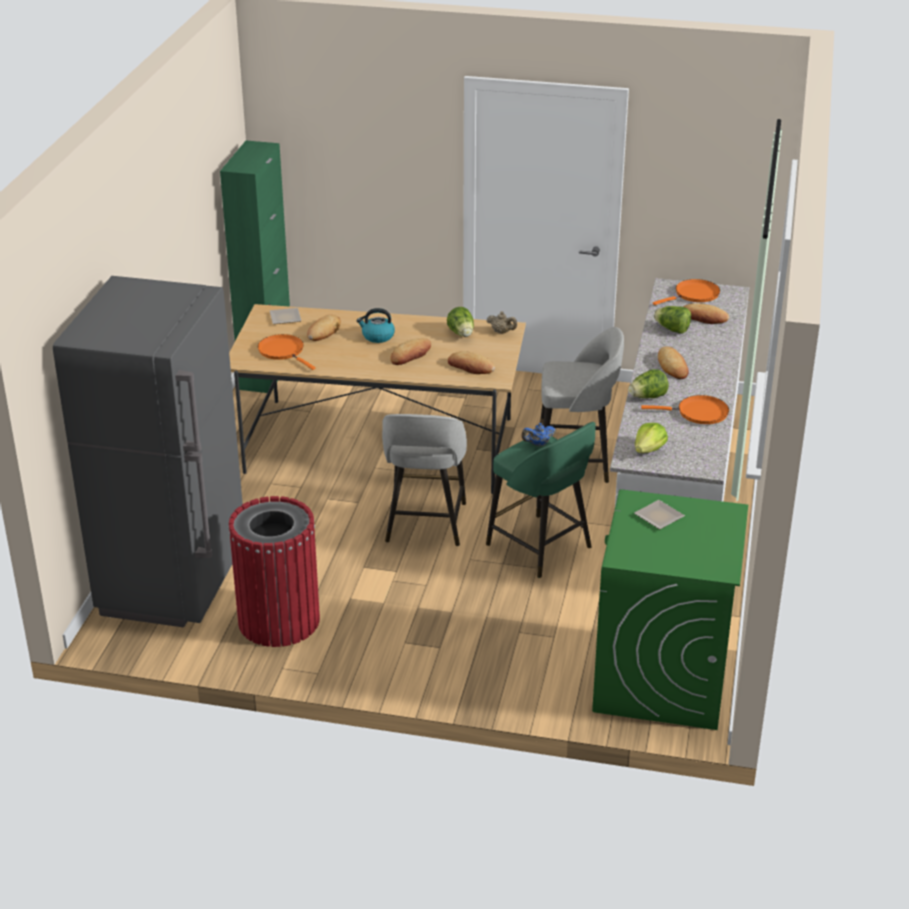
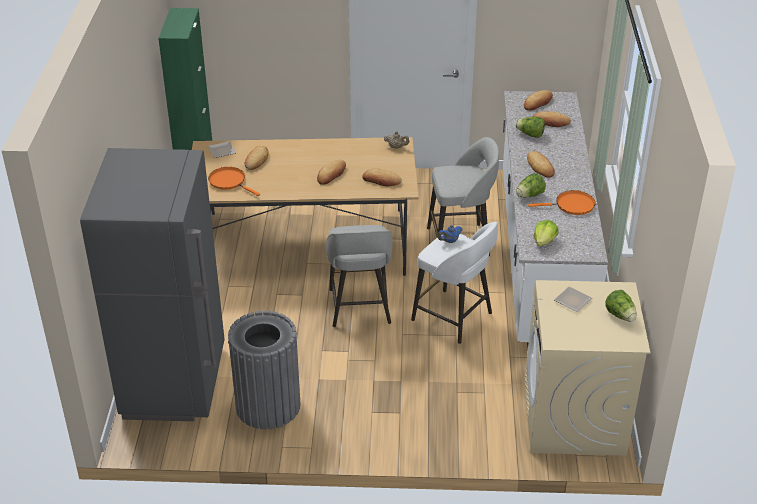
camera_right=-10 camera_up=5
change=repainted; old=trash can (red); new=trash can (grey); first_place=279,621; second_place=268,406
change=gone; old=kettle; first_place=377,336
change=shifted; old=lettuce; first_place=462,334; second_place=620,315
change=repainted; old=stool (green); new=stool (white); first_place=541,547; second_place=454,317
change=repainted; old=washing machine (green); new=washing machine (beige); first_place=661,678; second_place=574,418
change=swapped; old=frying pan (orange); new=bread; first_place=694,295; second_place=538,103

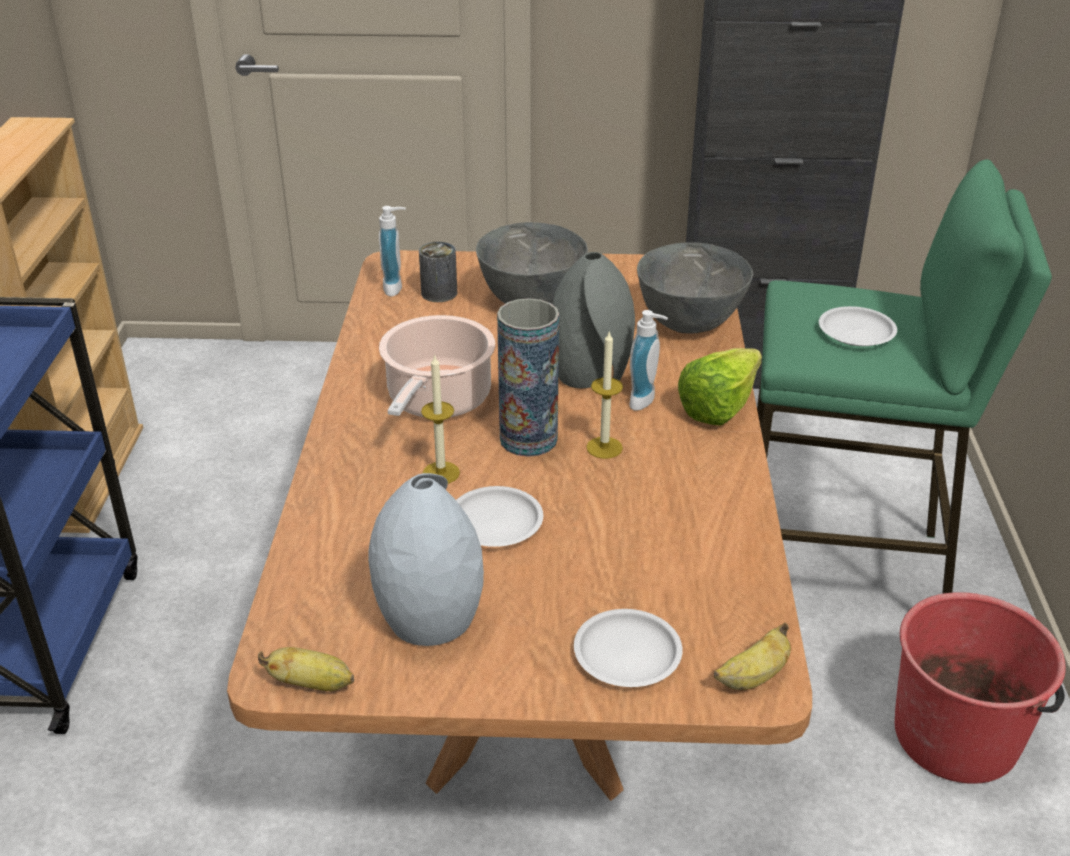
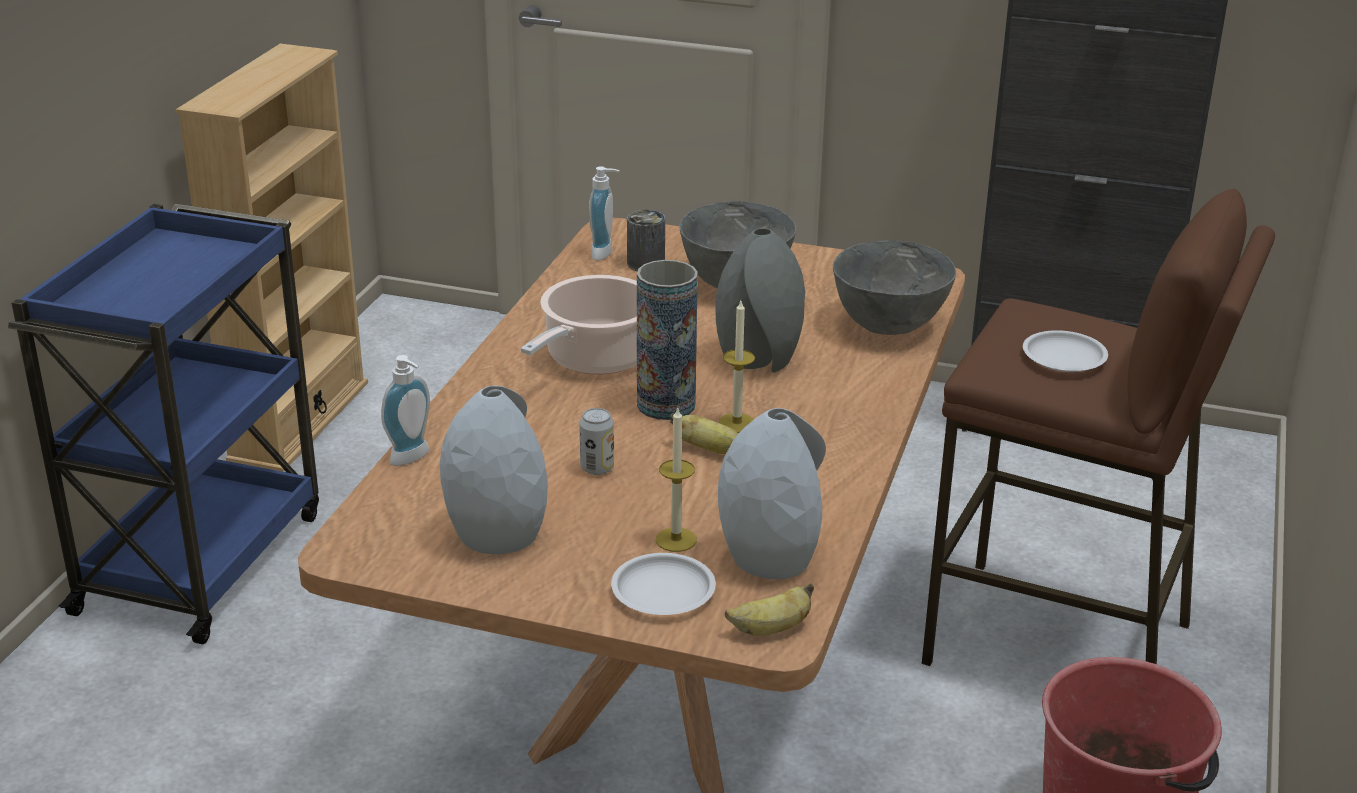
camera_right=15 camera_up=-5
change=shifted; old=banana; first_place=312,684; second_place=709,450
change=shifted; old=candle; first_place=441,473; second_place=676,539
change=swapped; old=plate (white); new=can; first_place=495,522; second_place=597,468
change=shifted; old=soap dispenser; first_place=646,401; second_place=413,458
change=gone; old=lettuce; first_place=726,405
change=repainted; old=stool (green); new=stool (brown); first_place=841,572; second_place=1059,643
change=new; new=vase (grey); second_place=770,556

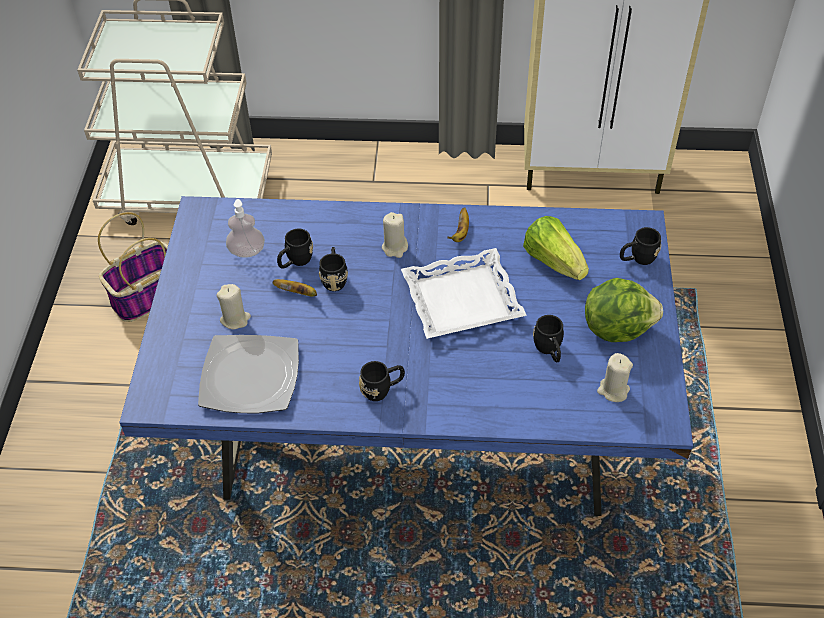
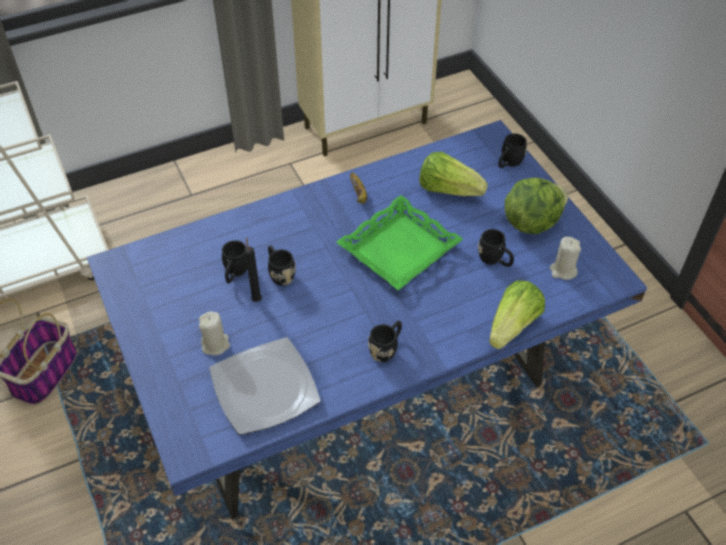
camera_right=-30 camera_up=0
change=gone; old=soap dispenser; first_place=247,251
change=swapped; old=banana; new=candle (black); first_place=298,293; second_place=256,299
change=gone; old=candle (beige); first_place=395,248
change=repainted; old=tray (white); new=tray (green); first_place=462,301; second_place=399,249
change=new; new=lettuce; second_place=513,326

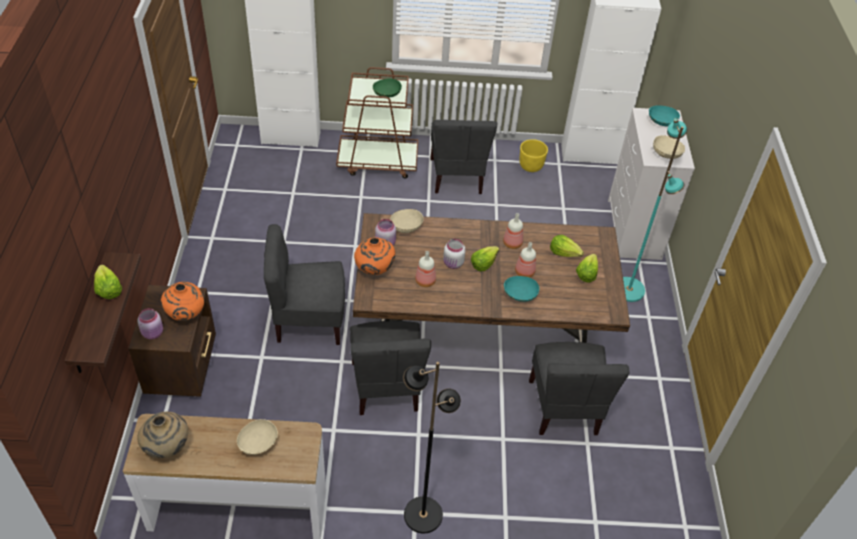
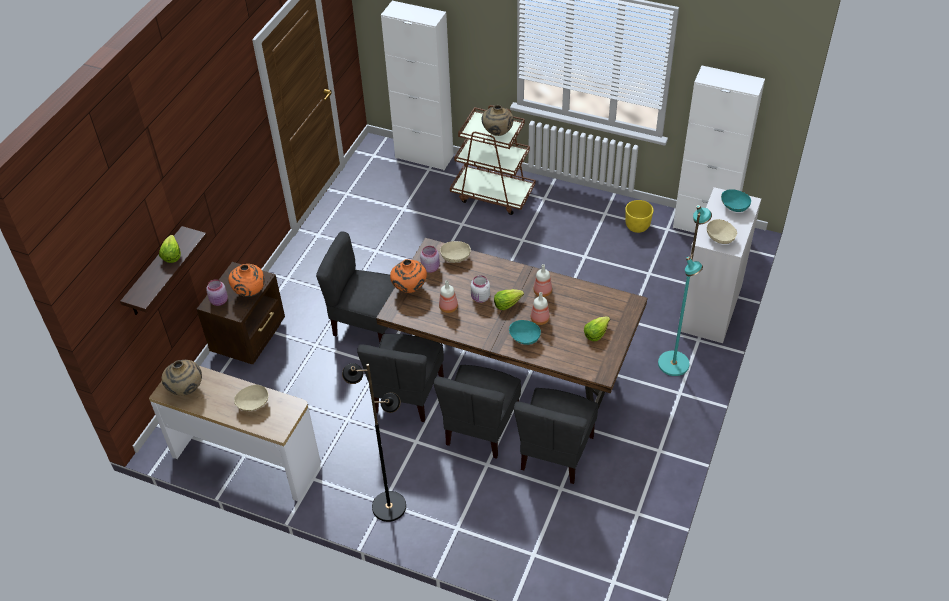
camera_right=25 camera_up=0
change=swapped; old=bowl (green); new=vase (beige); first_place=387,95; second_place=497,134
change=shifted; old=chair (grey); first_place=457,176; second_place=481,429
change=gone; old=lettuce; first_place=564,253

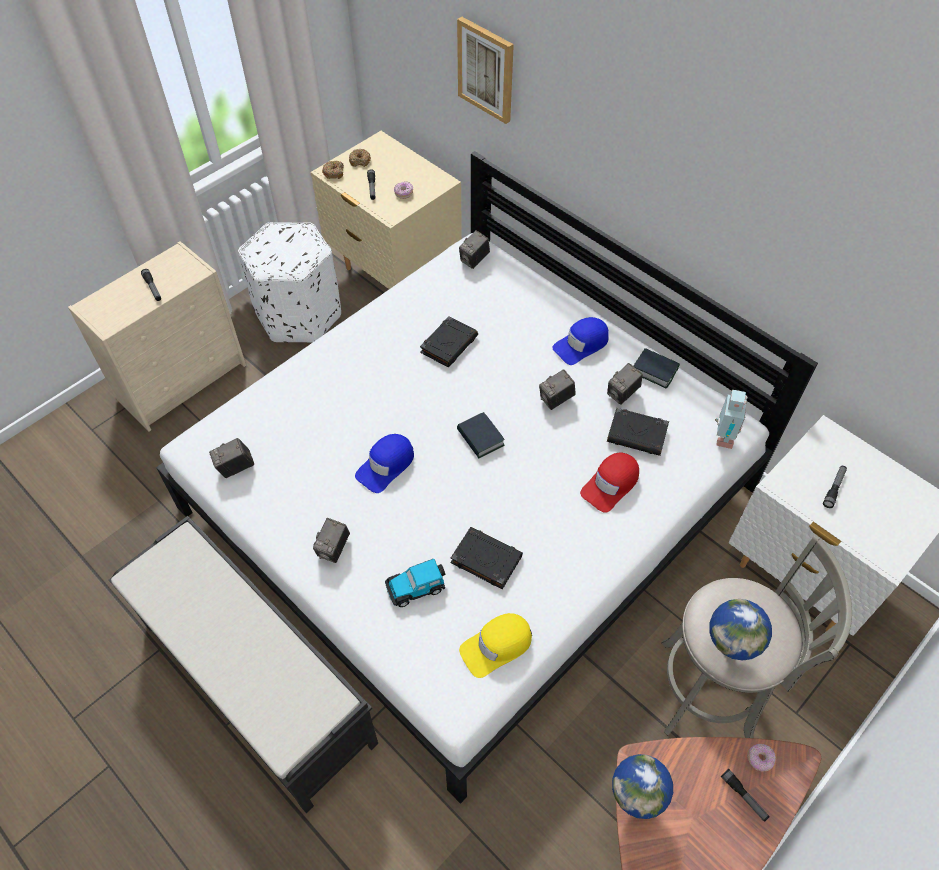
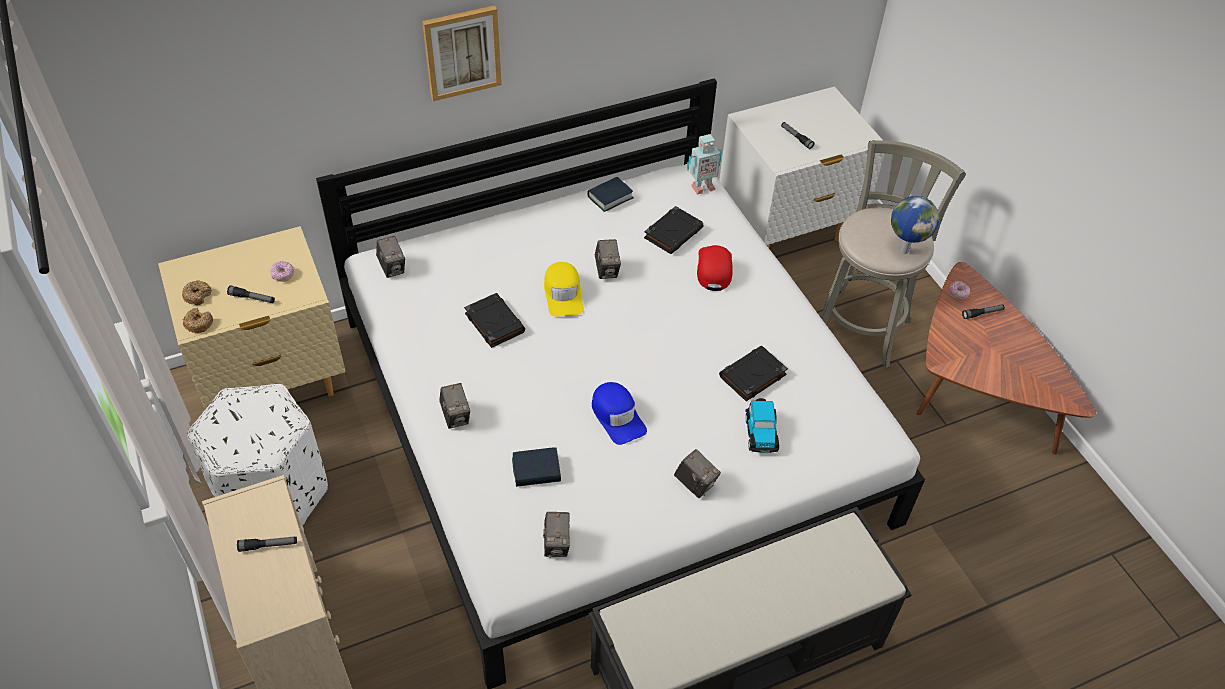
camera_right=-70 camera_up=-5
change=shifted; old=picture; first_place=486,70; second_place=462,52
change=shifted; old=book; first_place=480,438; second_place=536,471
change=shifted; old=cap (yellow); first_place=497,646; second_place=563,294
change=gone; old=cap (blue); first_place=581,344
change=rotated; old=cap (red); first_place=611,484; second_place=714,269; degrees=-150
change=shifted; old=photo camera; first_place=622,394; second_place=456,416
change=gone; old=globe; first_place=634,800
change=rotated; old=toy robot; first_place=722,438; second_place=701,187; degrees=120

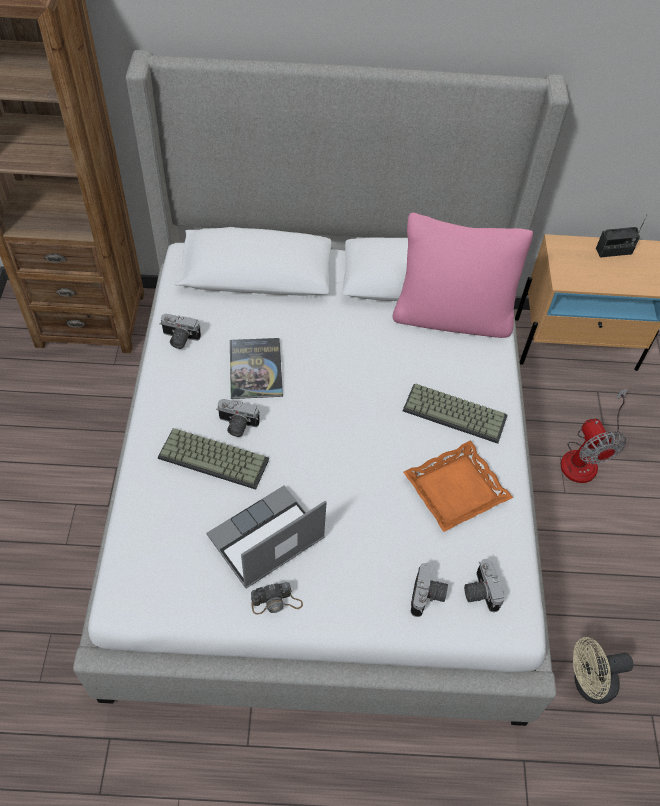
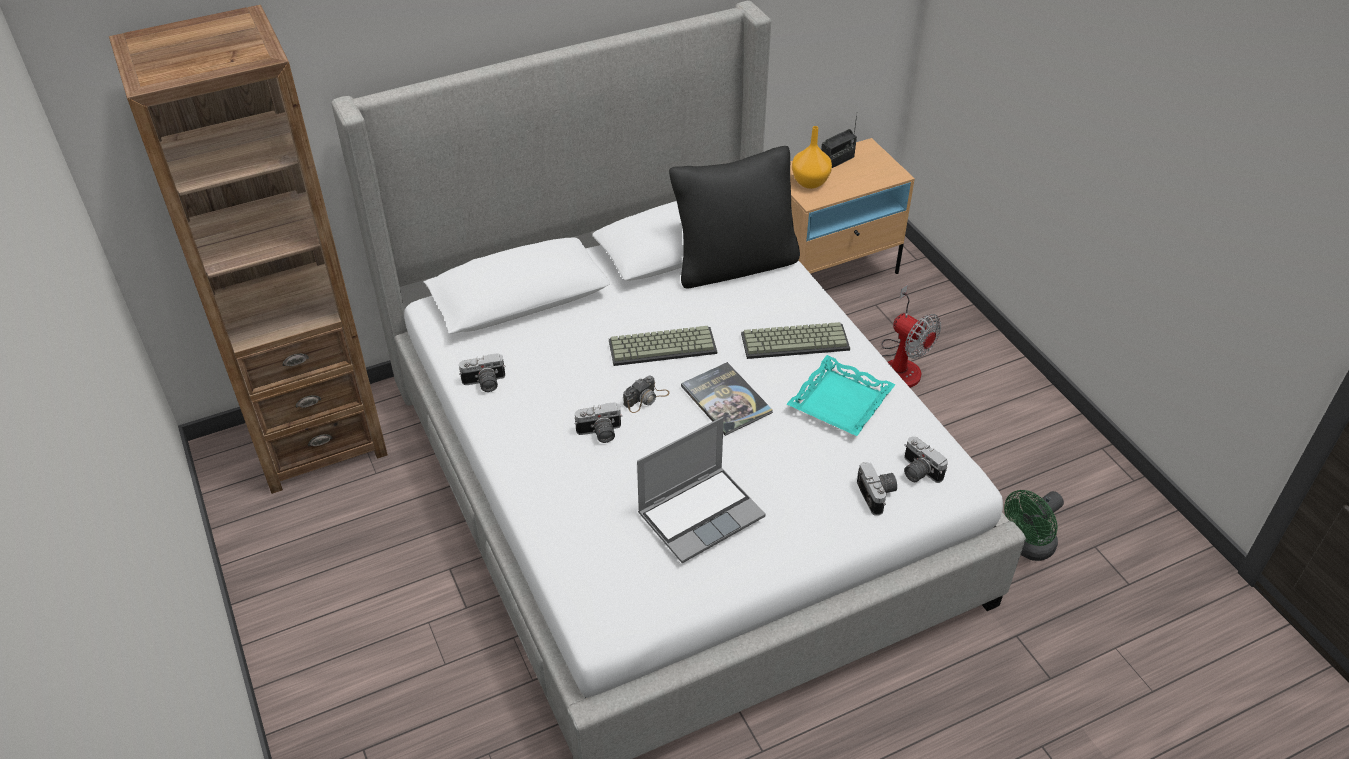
camera_right=-25 camera_up=-10
change=shifted; old=keyboard; first_place=215,457; second_place=663,346
change=rotated; old=laptop; first_place=265,540; second_place=701,514; degrees=-150
change=shifted; old=book; first_place=255,369; second_place=726,399
change=shifted; old=photo camera; first_place=276,602; second_place=646,399
change=repainted; old=pillow (pink); new=pillow (black); first_place=452,316; second_place=734,264
change=repainted; old=tray (orange); new=tray (turquoise); first_place=455,489; second_place=839,401
change=repainted; old=fan (beige); new=fan (green); first_place=588,684; second_place=1027,547
change=new; new=vase (orange); second_place=810,182

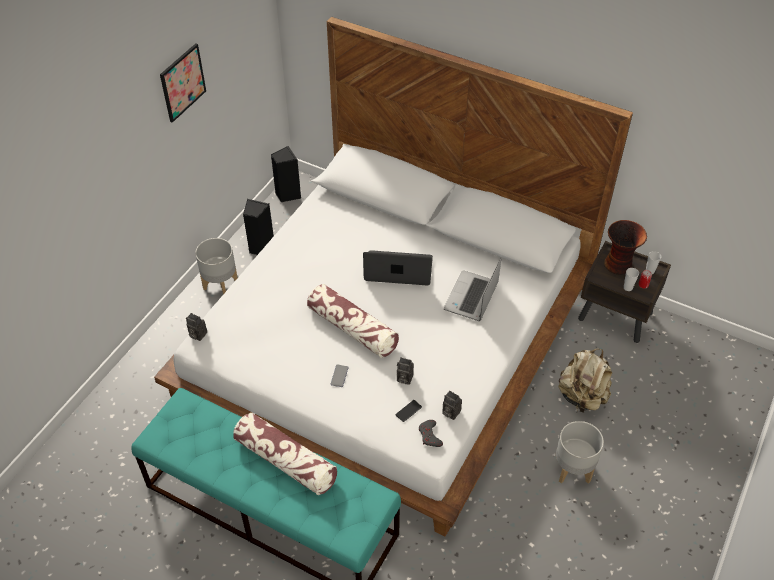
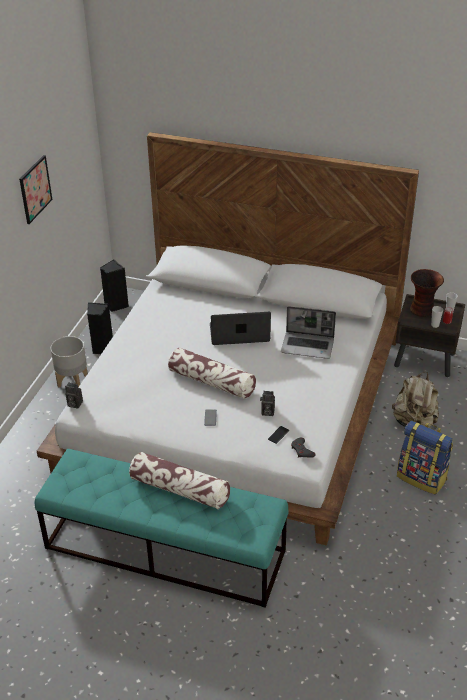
camera_right=-10 camera_up=-10
change=gone; old=photo camera; first_place=450,412
change=rotated; old=laptop; first_place=472,297; second_place=308,346; degrees=-90
change=swapped; old=planter (grey); new=backpack; first_place=573,469; second_place=422,478

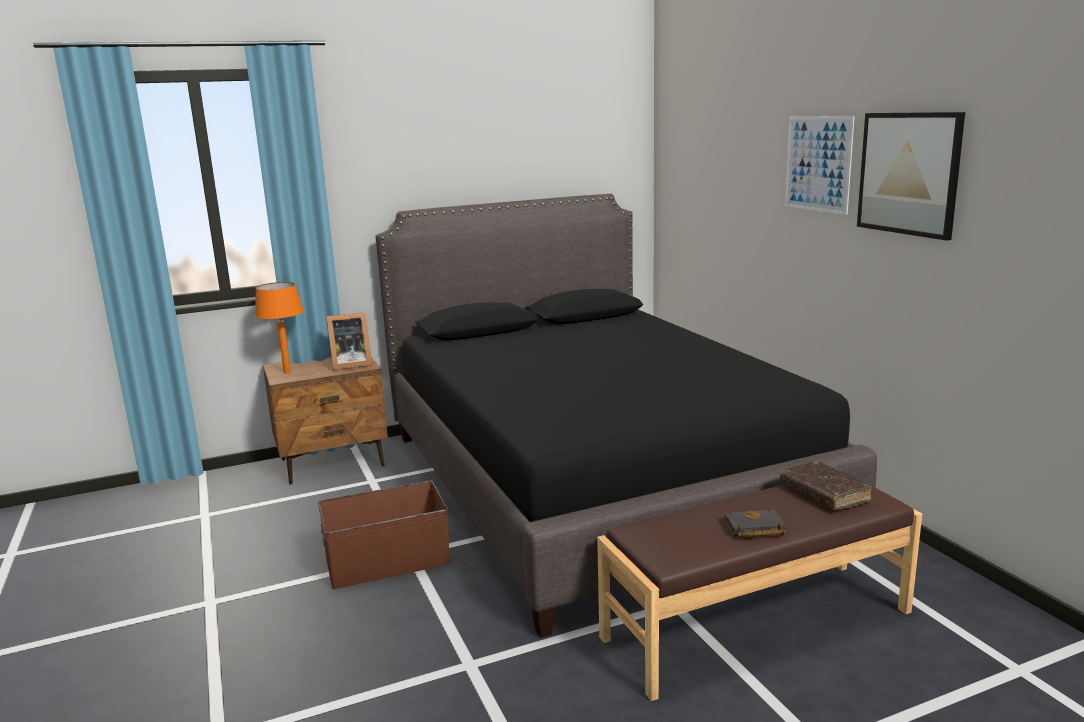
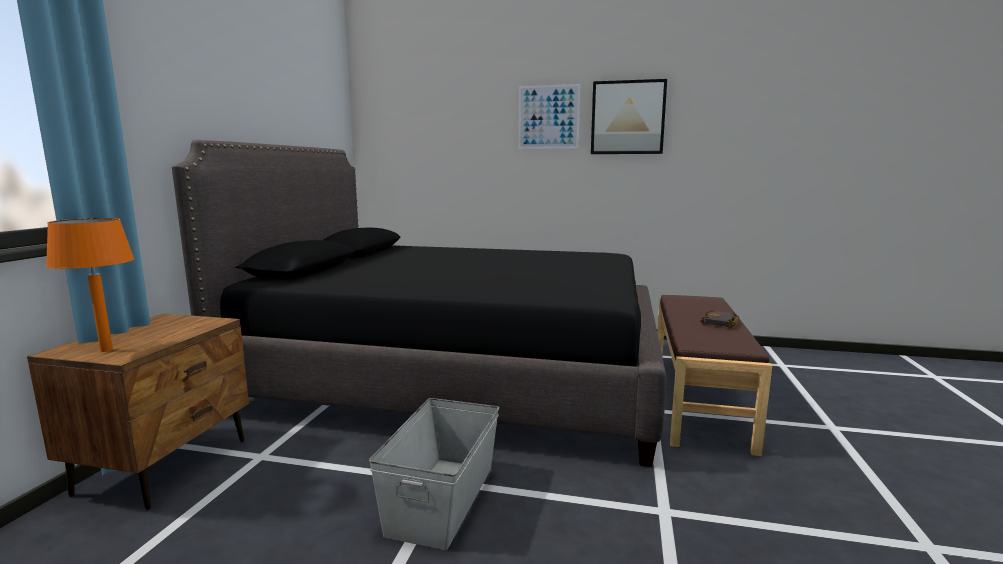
camera_right=-55 camera_up=-5
change=repainted; old=storage box (brown); new=storage box (grey); first_place=387,562; second_place=441,499
change=gone; old=picture frame; first_place=349,364
change=gone; old=book (brown); first_place=824,494

